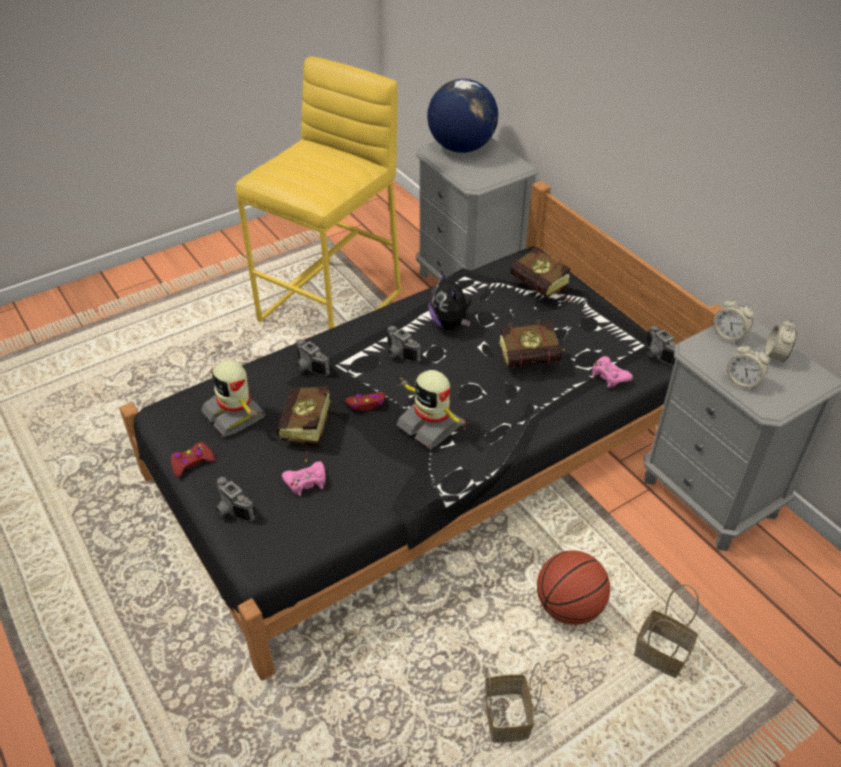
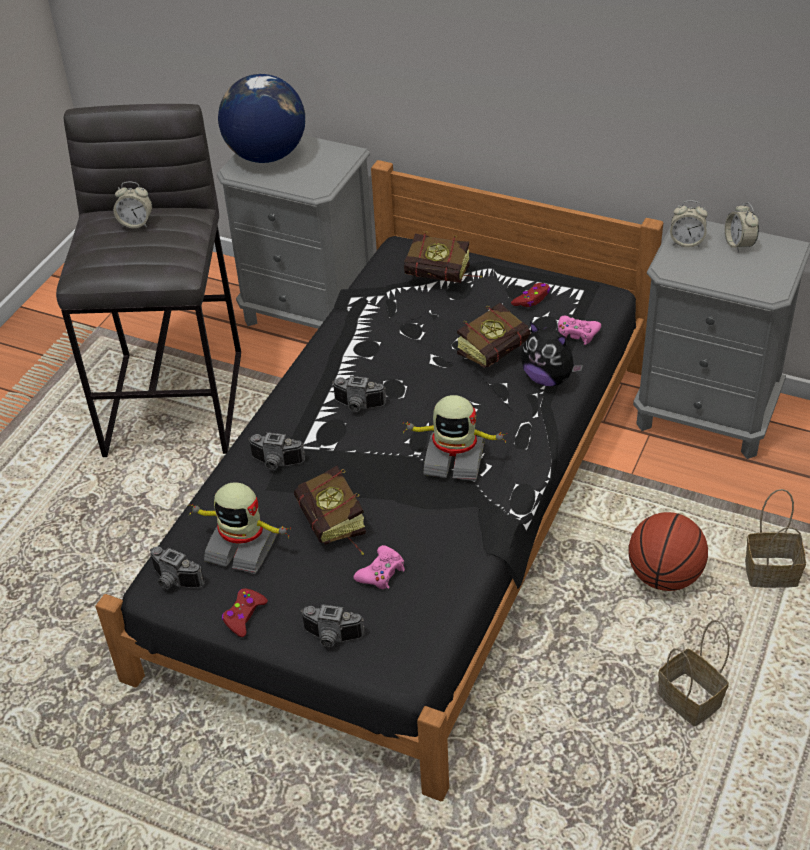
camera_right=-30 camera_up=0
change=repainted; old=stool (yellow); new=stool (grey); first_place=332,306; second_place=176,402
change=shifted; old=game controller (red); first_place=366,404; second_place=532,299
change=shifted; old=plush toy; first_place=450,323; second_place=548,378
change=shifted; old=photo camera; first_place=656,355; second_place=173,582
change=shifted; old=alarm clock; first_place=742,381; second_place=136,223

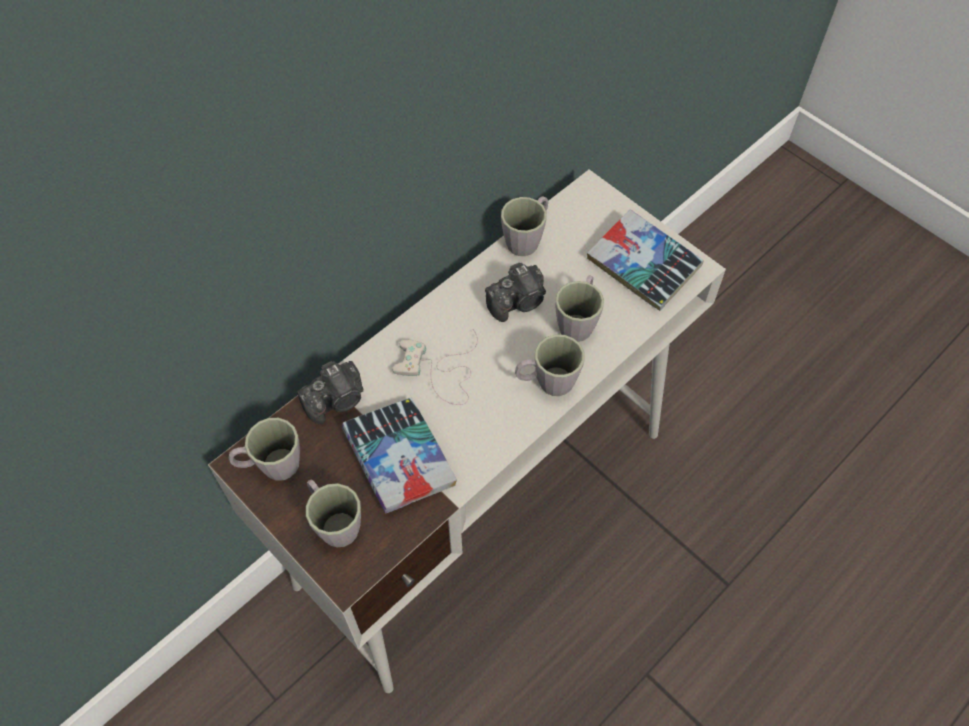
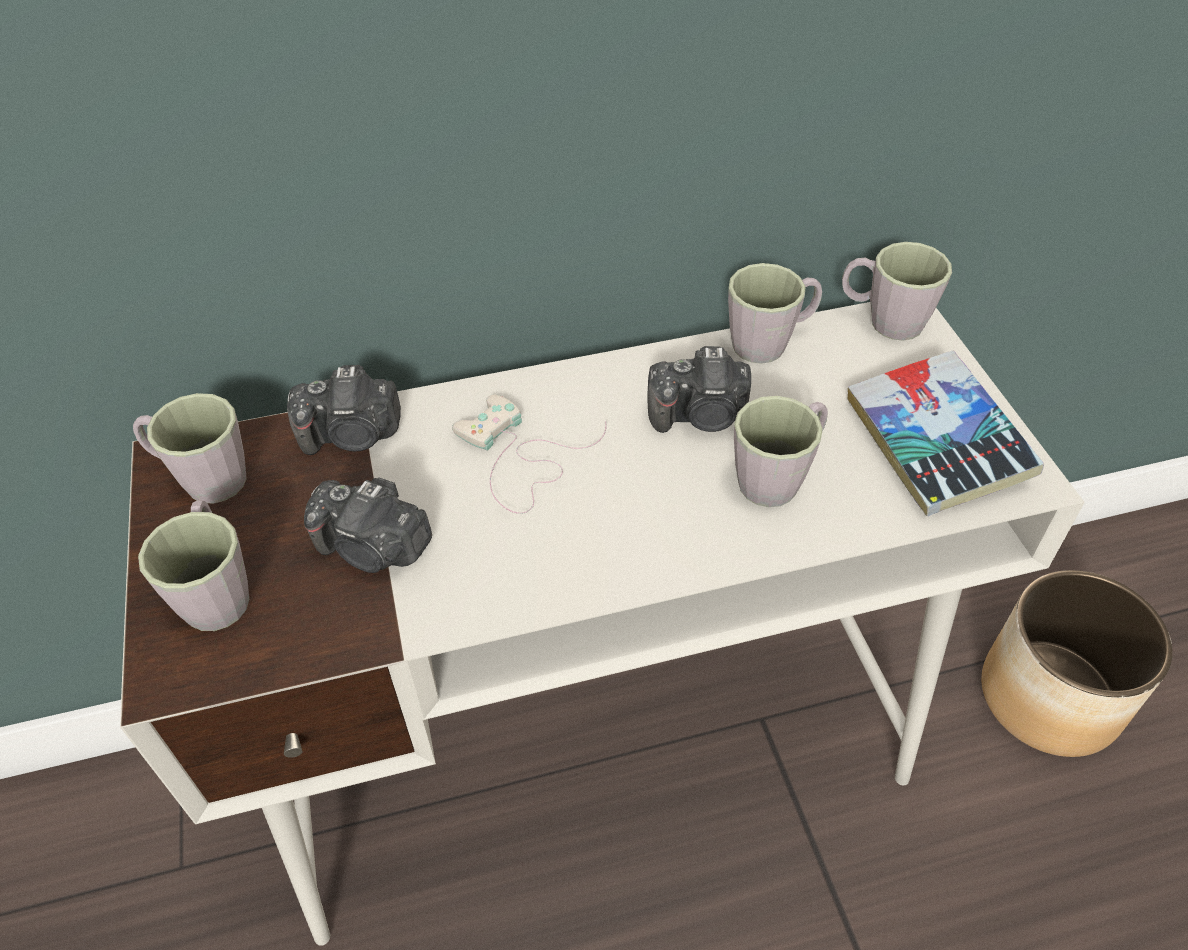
camera_right=30 camera_up=-10
change=swapped; old=book; new=photo camera; first_place=399,459; second_place=373,548
change=shifted; old=mug (grey); first_place=547,382; second_place=883,320
change=new; new=planter; second_place=1049,696

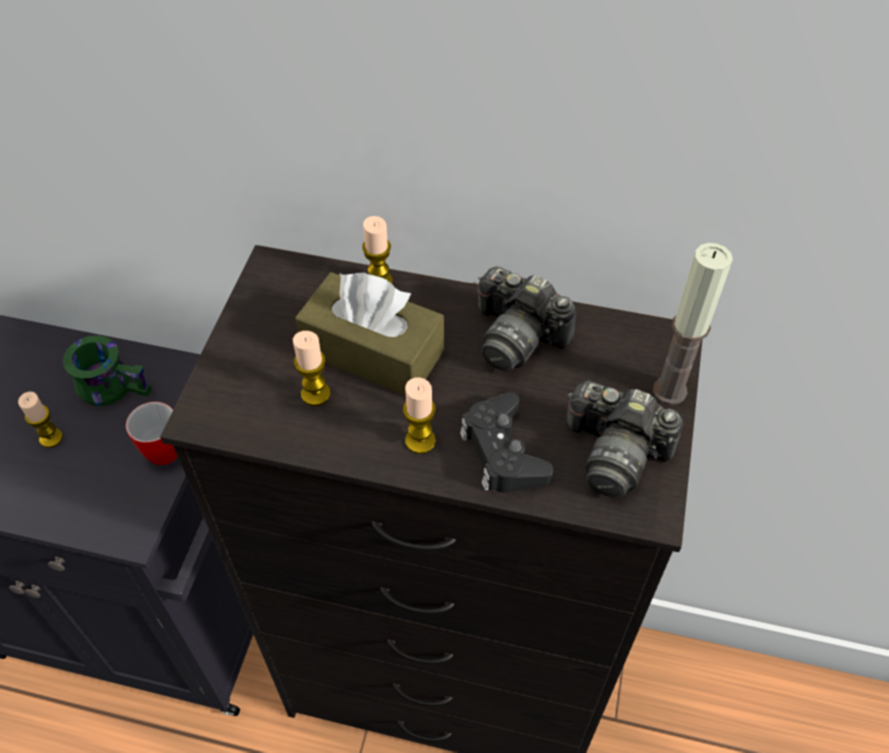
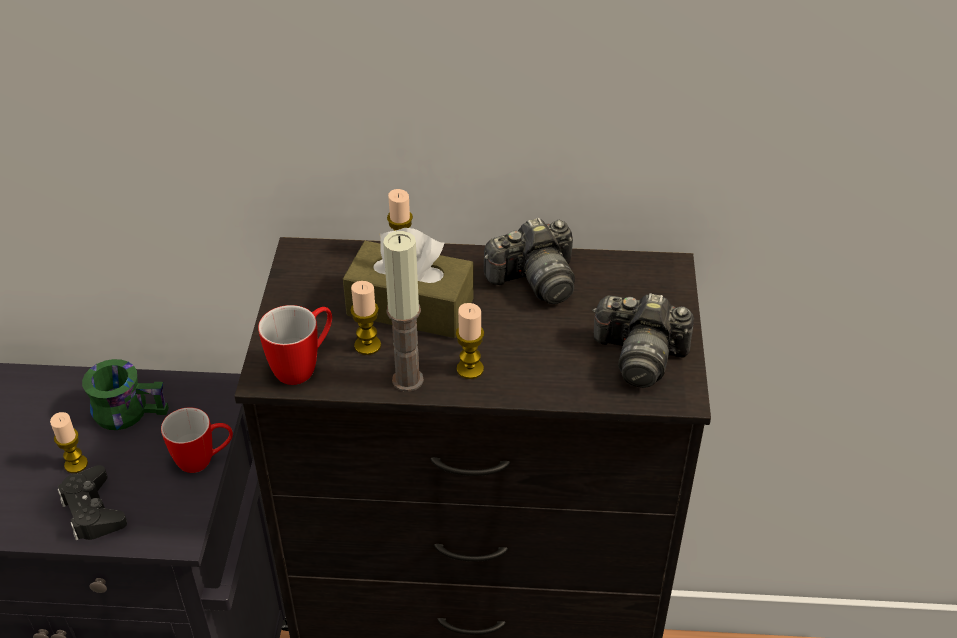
camera_right=-10 camera_up=-10
change=shifted; old=game controller (black); first_place=502,451; second_place=93,510
change=rotated; old=photo camera; first_place=517,336; second_place=535,280; degrees=-45
change=shifted; old=candle; first_place=670,390; second_place=408,380
change=new; new=mug; second_place=304,366

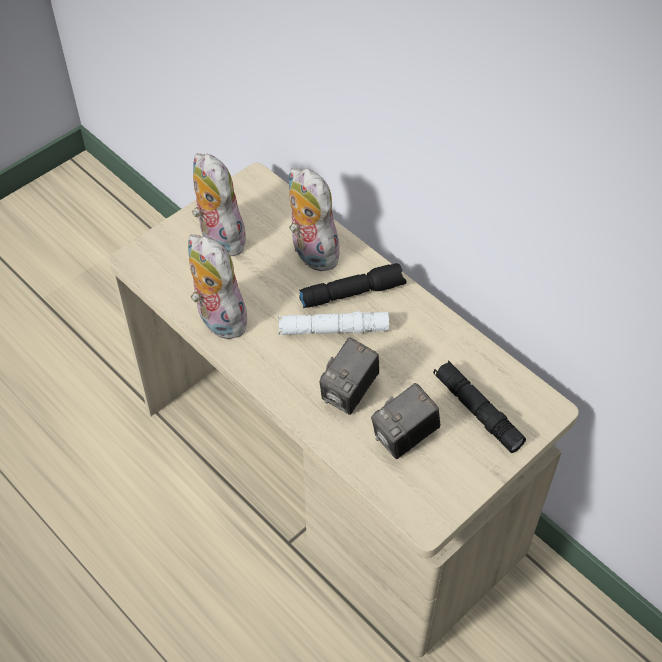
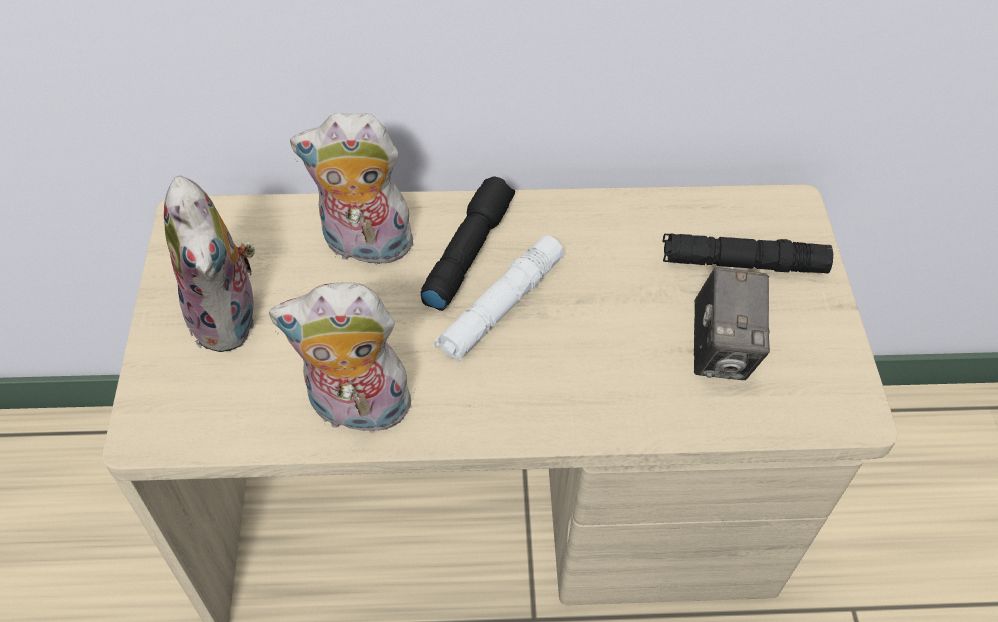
camera_right=-50 camera_up=0
change=rotated; old=plush toy; first_place=218,238; second_place=230,318; degrees=-120
change=gone; old=photo camera; first_place=349,393

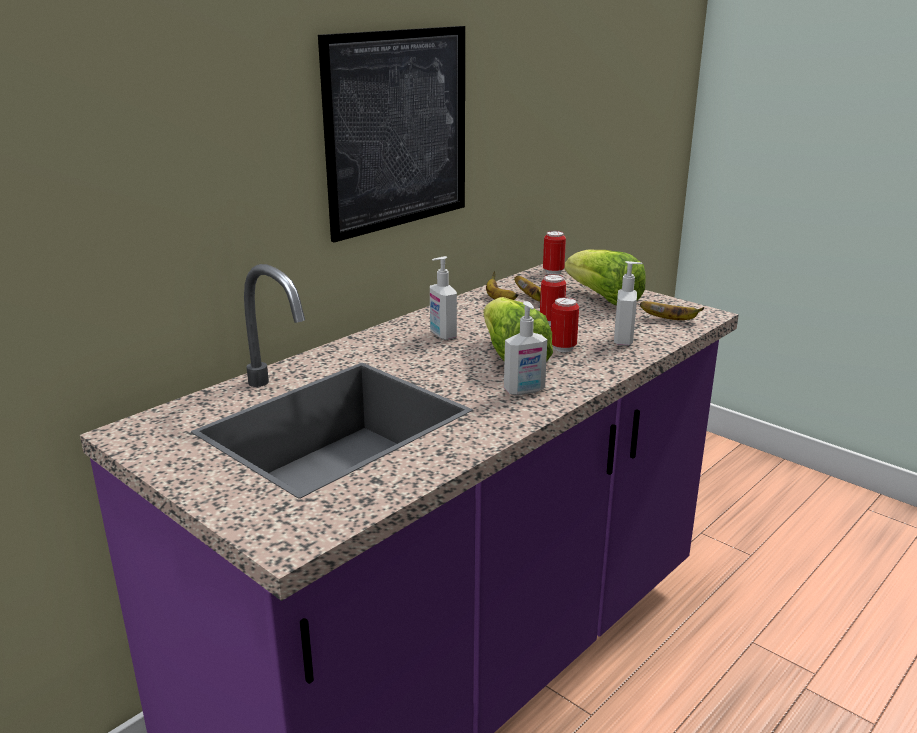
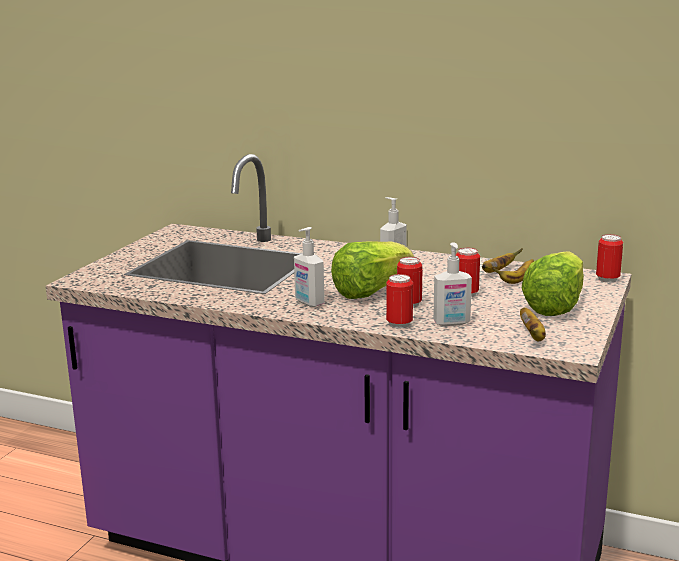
camera_right=70 camera_up=-5
change=gone; old=picture; first_place=398,130
change=new; new=can; second_place=399,324

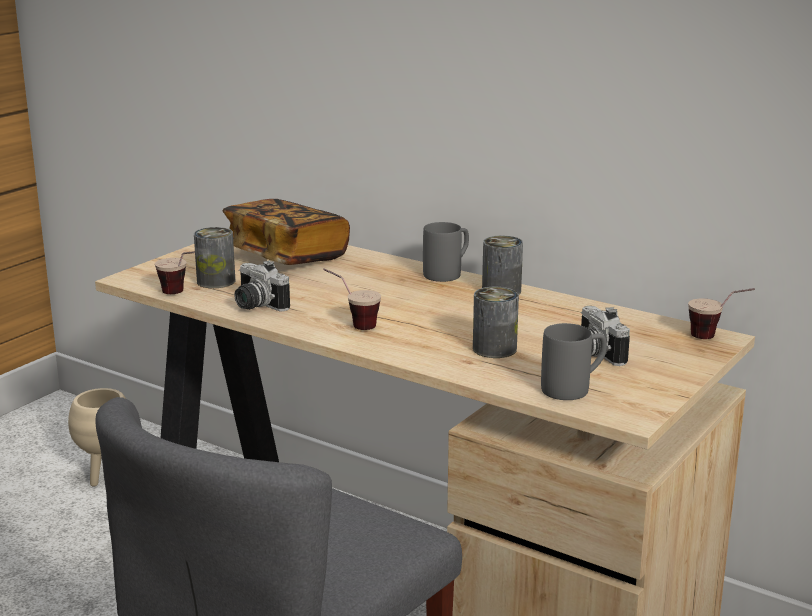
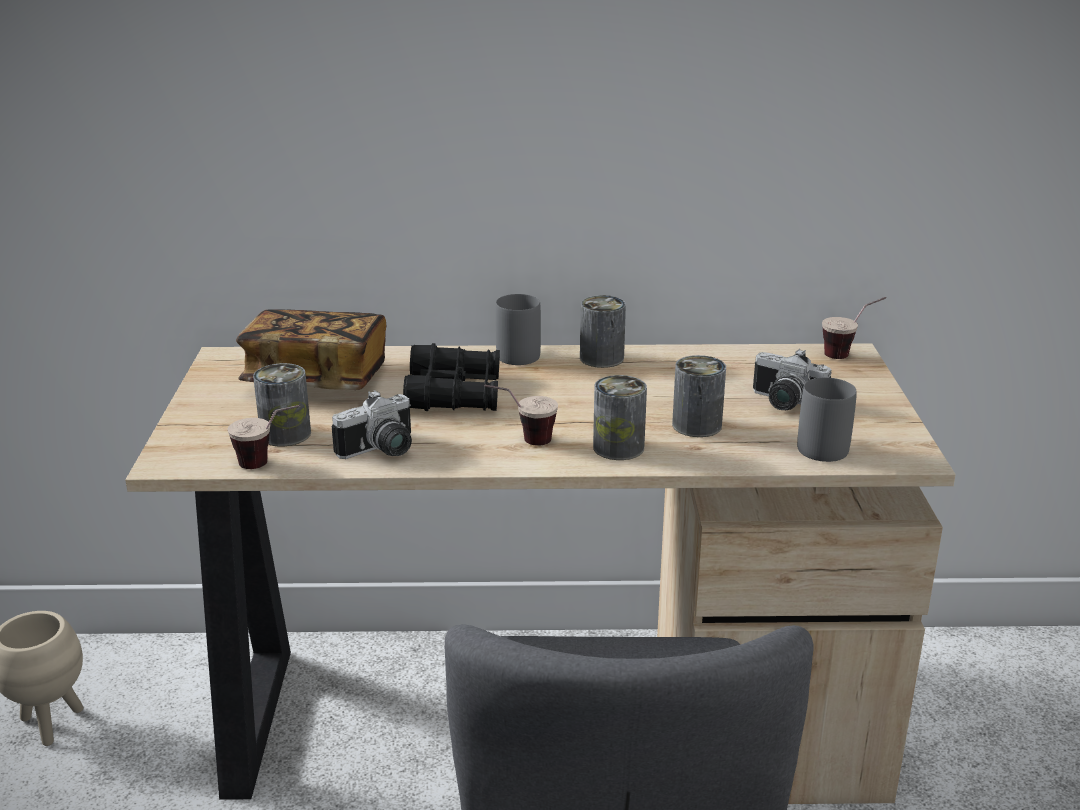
camera_right=-35 camera_up=5
change=rotated; old=photo camera; first_place=255,305; second_place=382,451; degrees=-45
change=new; new=binoculars (black); second_place=454,393
change=new; new=can; second_place=618,447

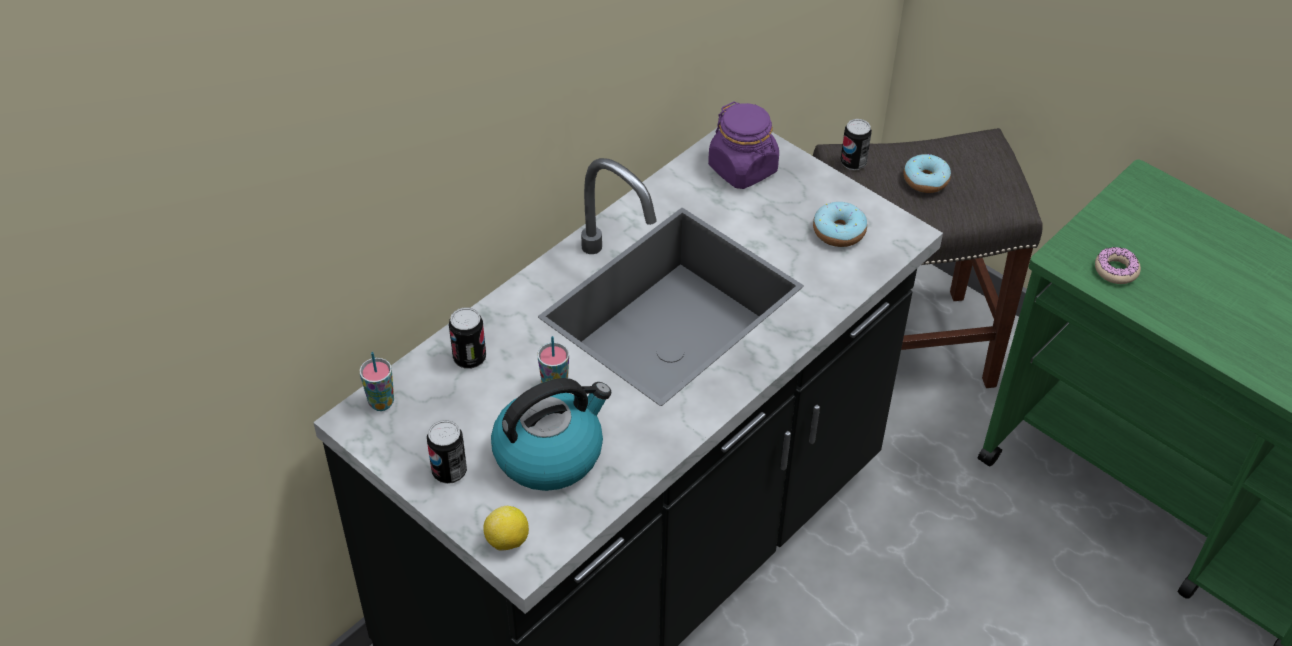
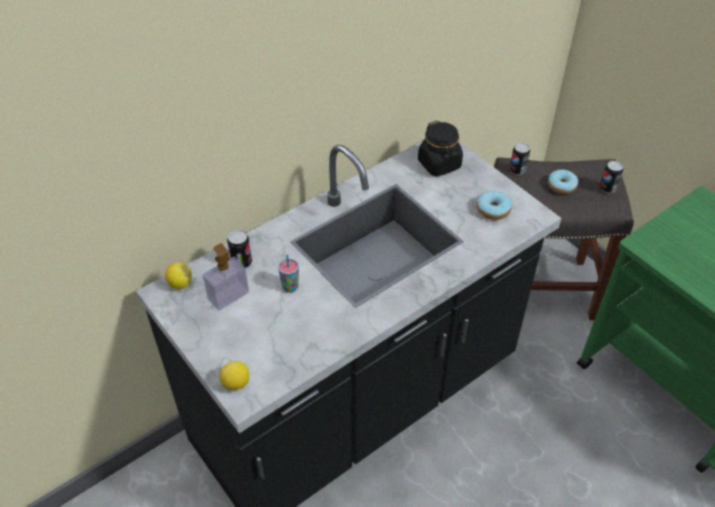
camera_right=10 camera_up=0
change=swapped; old=cup; new=lemon; first_place=381,403; second_place=180,284
change=shifted; old=can; first_place=449,471; second_place=607,188
change=gone; old=kettle; first_place=550,453
change=repainted; old=jar (purple); new=jar (black); first_place=743,169; second_place=439,164
change=gone; old=donut; first_place=1116,270
change=new; new=soap dispenser; second_place=228,296

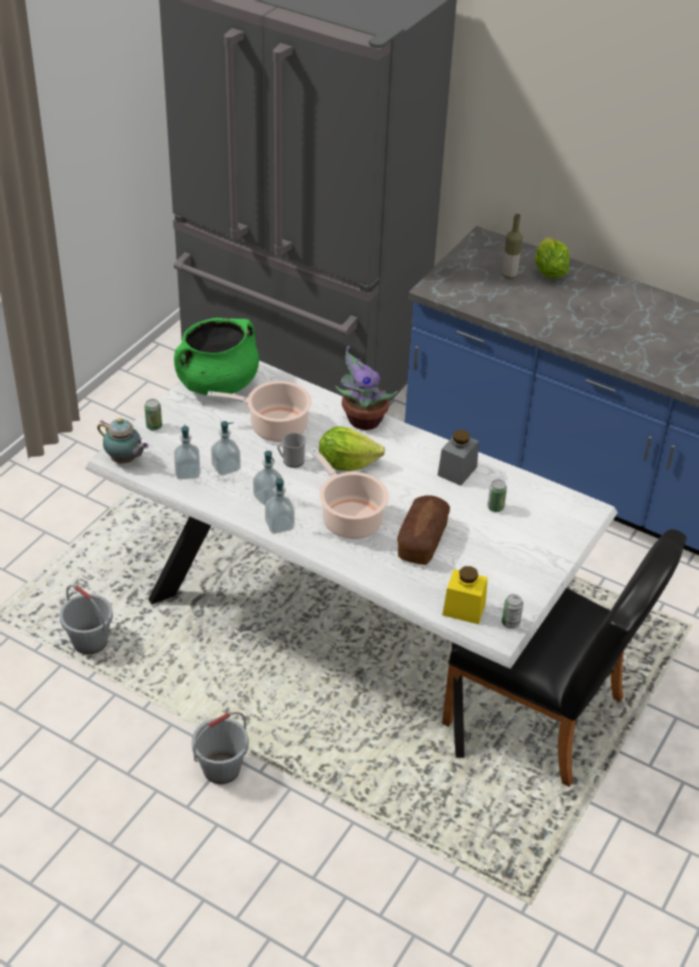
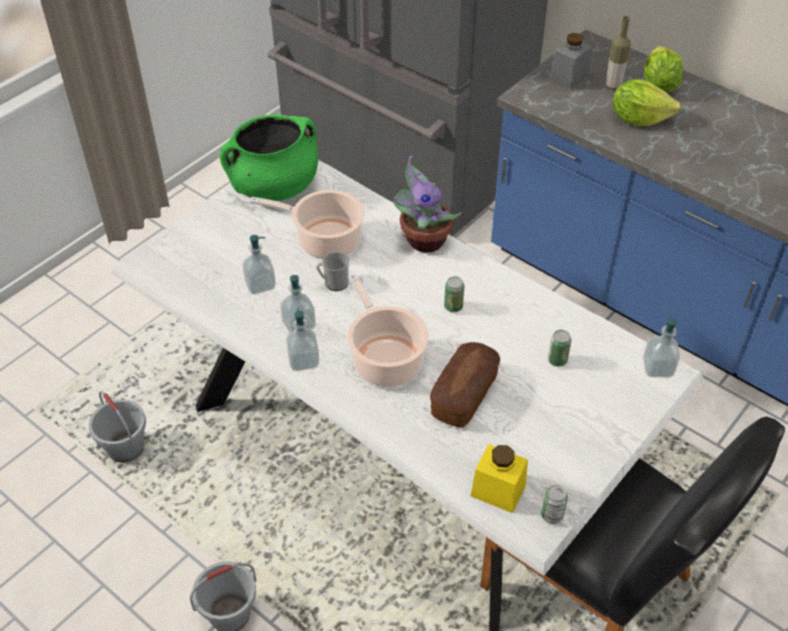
camera_right=10 camera_up=5
change=gone; old=teapot; first_place=125,460
change=shifted; old=can; first_place=154,426; second_place=453,306
change=shifted; old=soap dispenser; first_place=187,472; second_place=657,368
change=shifted; old=lettuce; first_place=347,463; second_place=638,119
change=shifted; old=jar (grey); first_place=457,471; second_place=569,77

